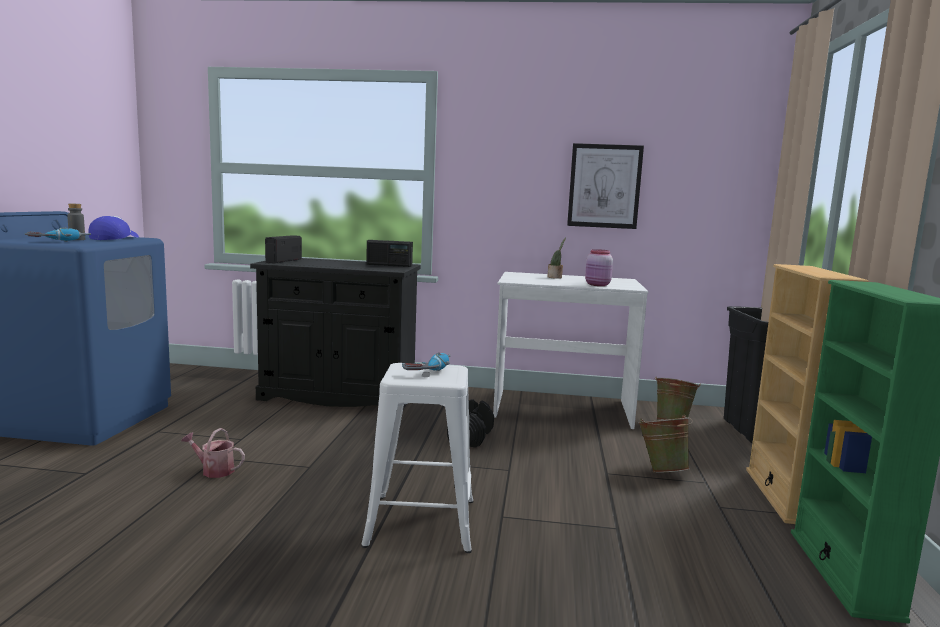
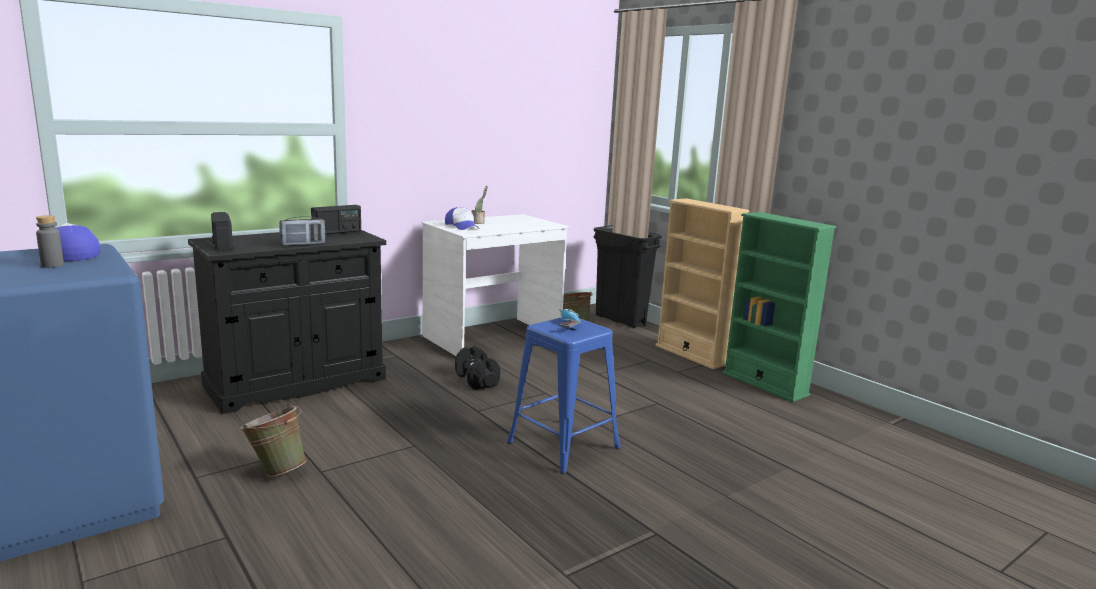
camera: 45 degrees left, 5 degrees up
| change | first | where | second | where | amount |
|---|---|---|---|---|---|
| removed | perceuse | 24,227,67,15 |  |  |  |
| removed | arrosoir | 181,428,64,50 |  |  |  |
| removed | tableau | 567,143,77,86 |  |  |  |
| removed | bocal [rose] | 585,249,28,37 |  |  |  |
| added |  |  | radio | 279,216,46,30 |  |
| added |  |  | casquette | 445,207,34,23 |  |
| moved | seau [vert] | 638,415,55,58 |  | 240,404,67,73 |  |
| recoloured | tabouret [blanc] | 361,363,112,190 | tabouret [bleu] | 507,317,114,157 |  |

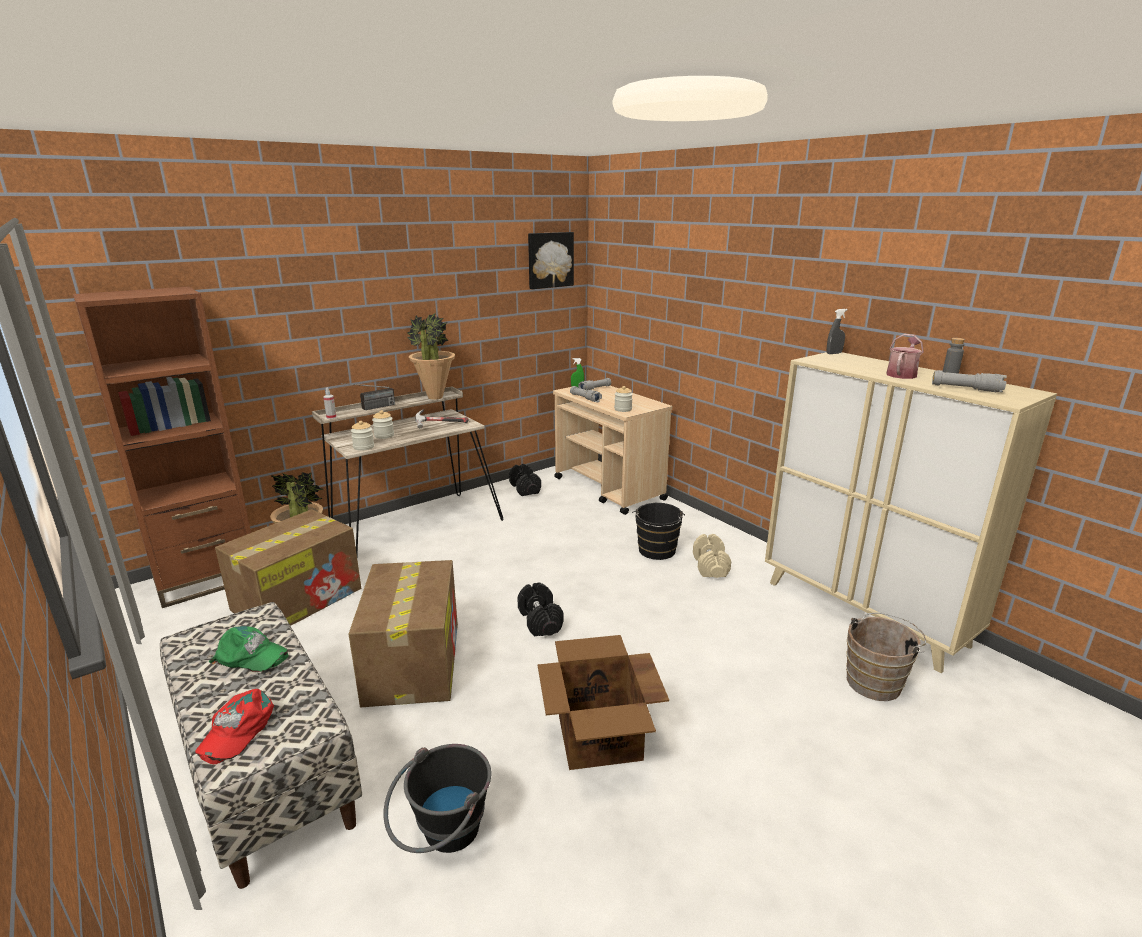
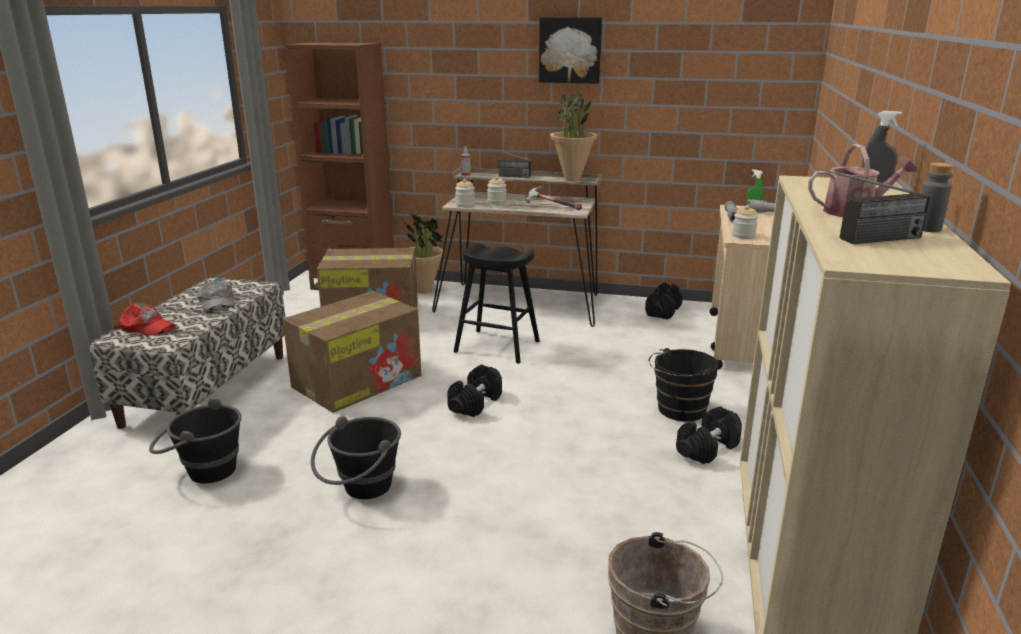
camera: 50 degrees right, 0 degrees up
| change | first | where | second | where | amount |
|---|---|---|---|---|---|
| added |  |  | tabouret [noir] | 454,243,86,121 |  |
| moved | tableau | 528,232,46,57 |  | 539,17,63,67 |  |
| replaced | carton | 538,635,131,135 | seau [noir] | 311,416,90,83 |  |
| replaced | lampe de poche [gris] | 932,370,75,22 | radio | 813,167,117,77 |  |
| recoloured | casquette [vert] | 208,626,81,46 | casquette [gris] | 197,278,38,33 |  |
| recoloured | haltère [beige] | 693,534,38,44 | haltère [noir] | 676,406,66,58 |  |
| turned | casquette [rouge] | 195,689,79,75 |  | 114,303,62,33 | 135 degrees counterclockwise |

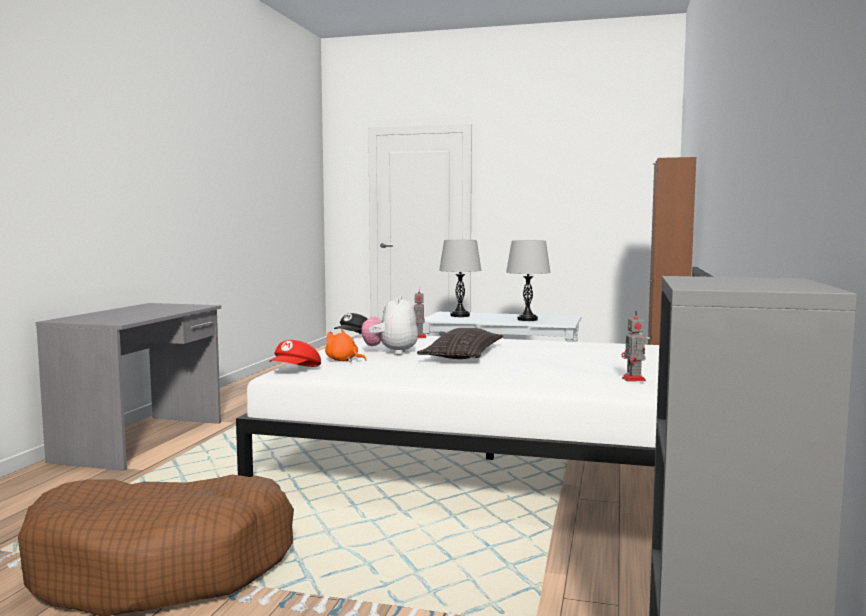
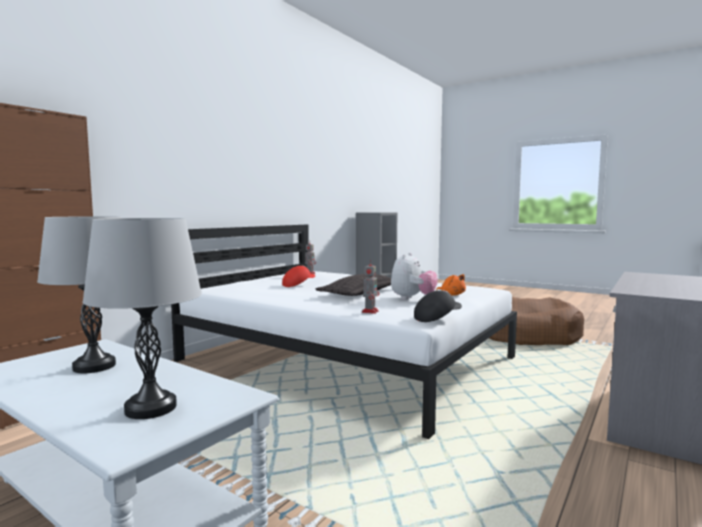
camera: 160 degrees left, 0 degrees up
| change | first | where | second | where | amount |
|---|---|---|---|---|---|
| moved | casquette [rouge] | 269,340,52,27 |  | 282,265,33,22 |  |

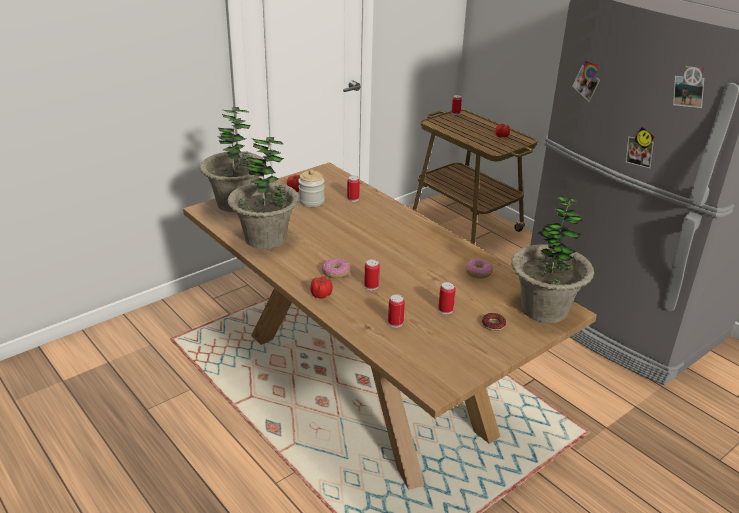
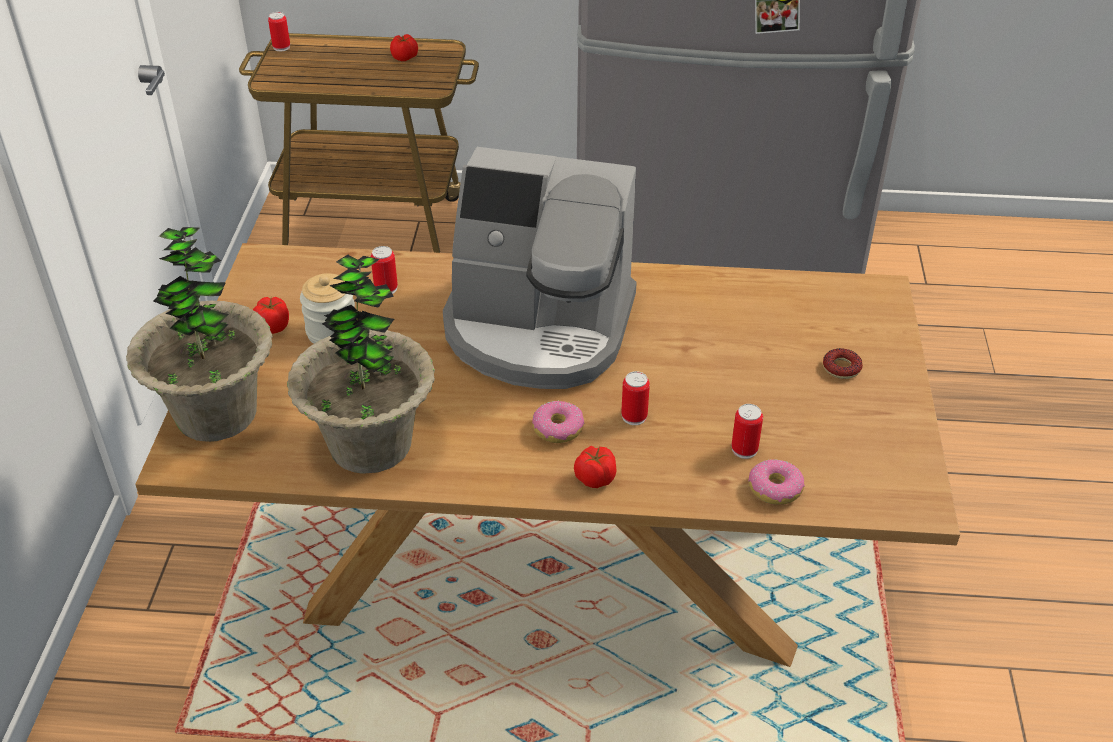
camera: 45 degrees left, 10 degrees up
| change | first | where | second | where | amount |
|---|---|---|---|---|---|
| removed | boîte métallique | 438,282,18,32 |  |  |  |
| removed | plante en pot | 511,195,83,128 |  |  |  |
| added |  |  | machine à café | 443,147,194,242 |  |
| moved | beignet | 465,258,28,21 |  | 748,459,57,46 |  |

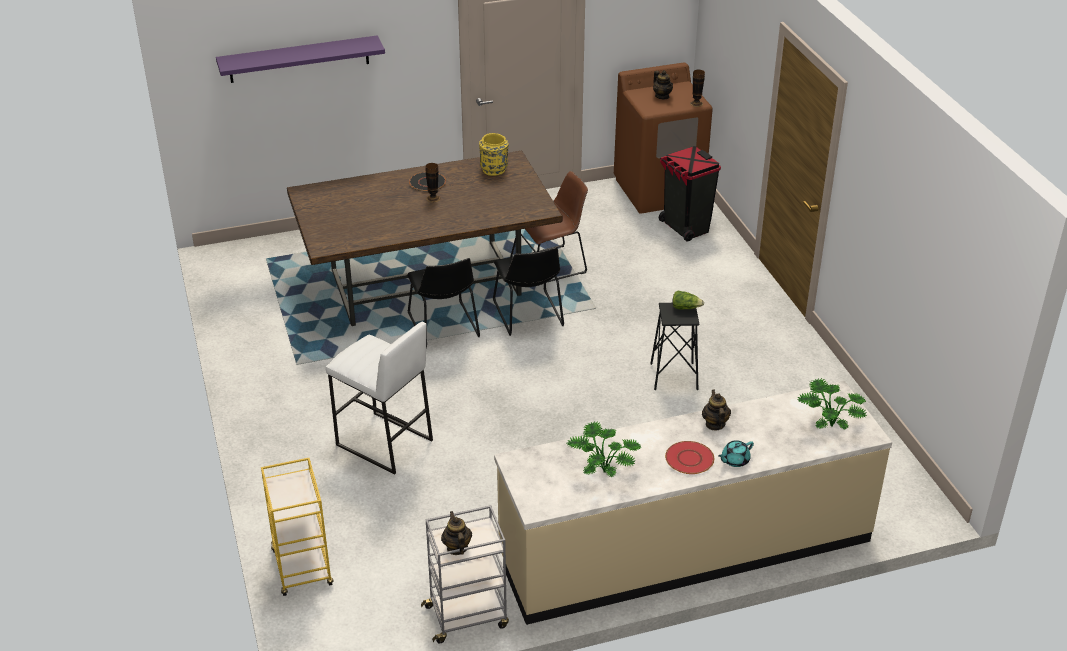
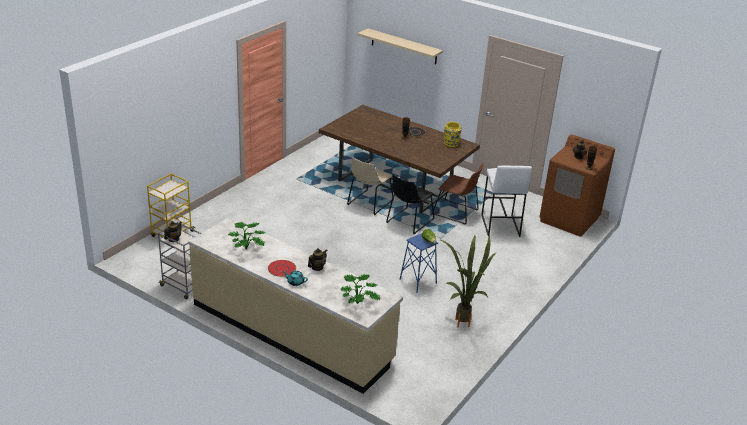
camera: 50 degrees right, 5 degrees down
| change | first | where | second | where | amount |
|---|---|---|---|---|---|
| removed | poubelle [noir] | 659,146,62,96 |  |  |  |
| added |  |  | plante en pot | 439,234,57,93 |  |
| moved | tabouret [blanc] | 325,322,108,153 |  | 481,166,51,71 |  |
| recoloured | étagère [violet] | 216,35,169,48 | étagère [beige] | 358,28,85,36 |  |
| recoloured | chaise [noir] | 407,258,73,90 | chaise [beige] | 347,157,47,58 |  |
| recoloured | tabouret [noir] | 650,303,49,87 | tabouret [bleu] | 399,233,39,60 |  |

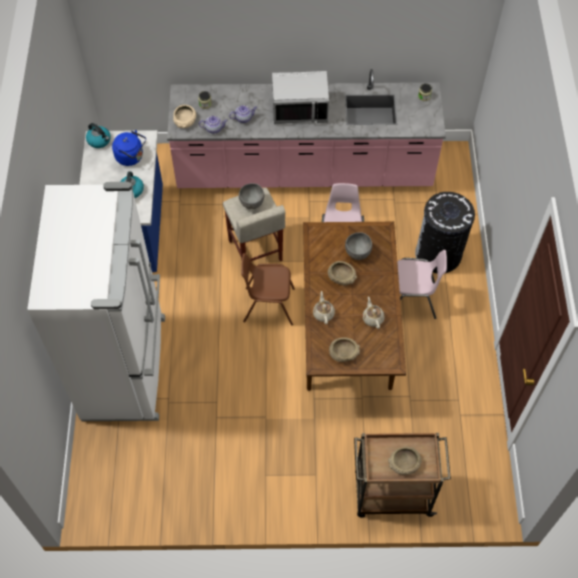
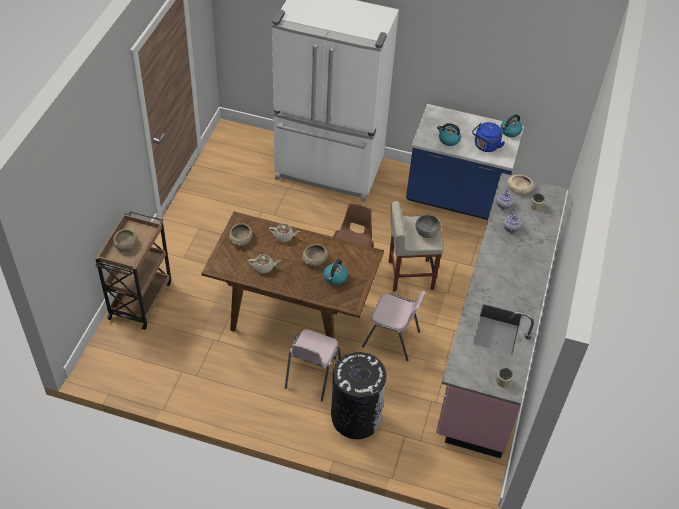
camera: 105 degrees right, 10 degrees down
| change | first | where | second | where | amount |
|---|---|---|---|---|---|
| removed | micro-ondes [gris] | 272,71,57,54 |  |  |  |
| replaced | bol [gris] | 345,232,27,28 | bouilloire | 323,259,25,26 |  |

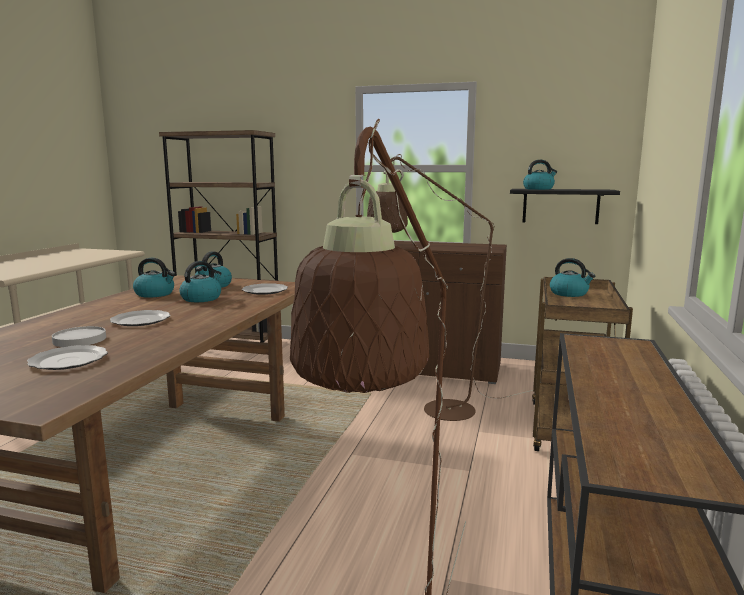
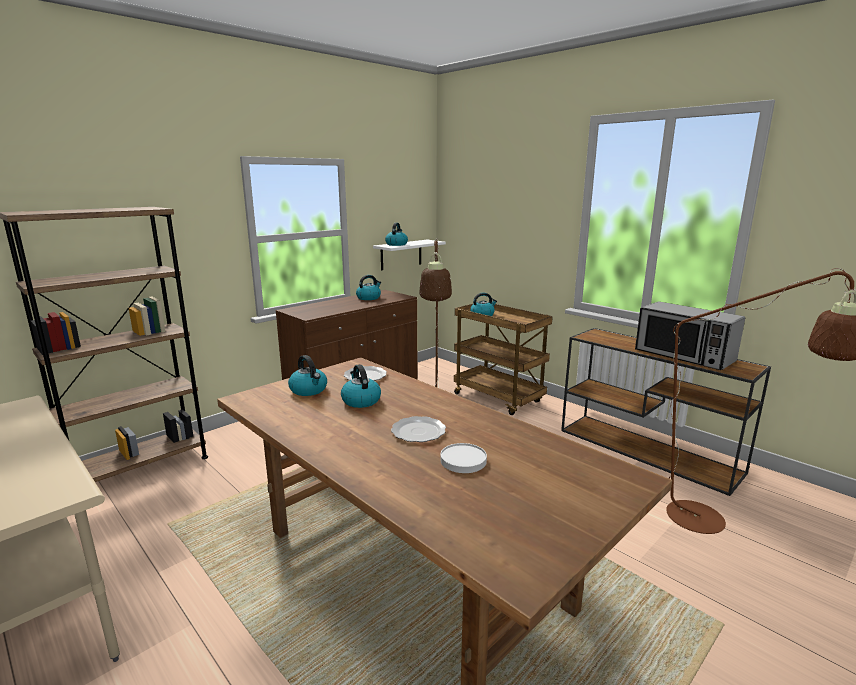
camera: 60 degrees left, 5 degrees up
| change | first | where | second | where | amount |
|---|---|---|---|---|---|
| removed | assiette | 27,345,81,25 |  |  |  |
| added |  |  | micro-ondes | 635,302,110,68 |  |
| moved | bouilloire | 133,258,42,40 |  | 356,275,25,25 |  |
| recoloured | étagère [noir] | 510,189,110,35 | étagère [blanc] | 373,240,73,30 |  |

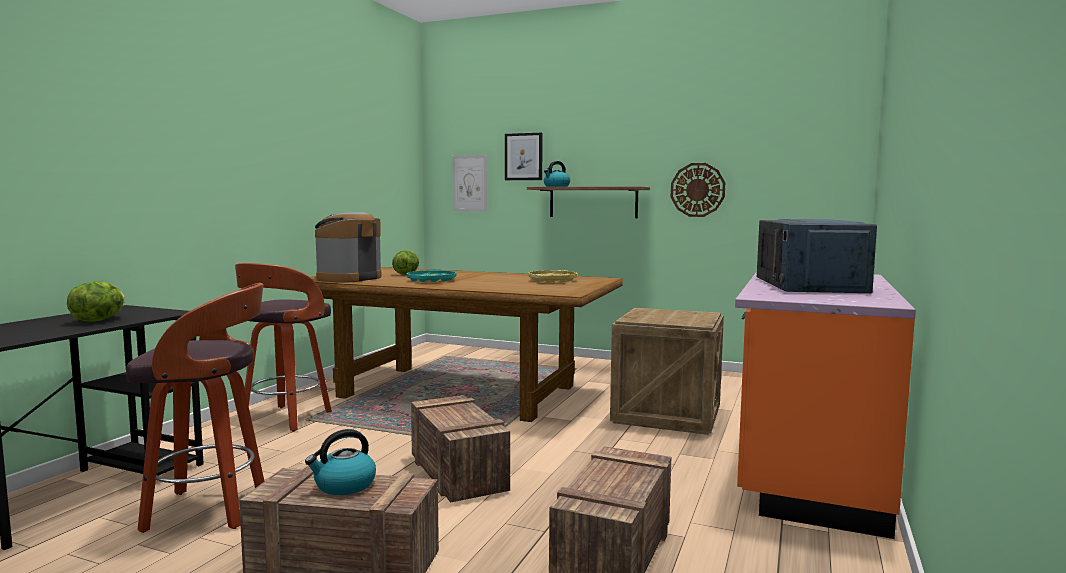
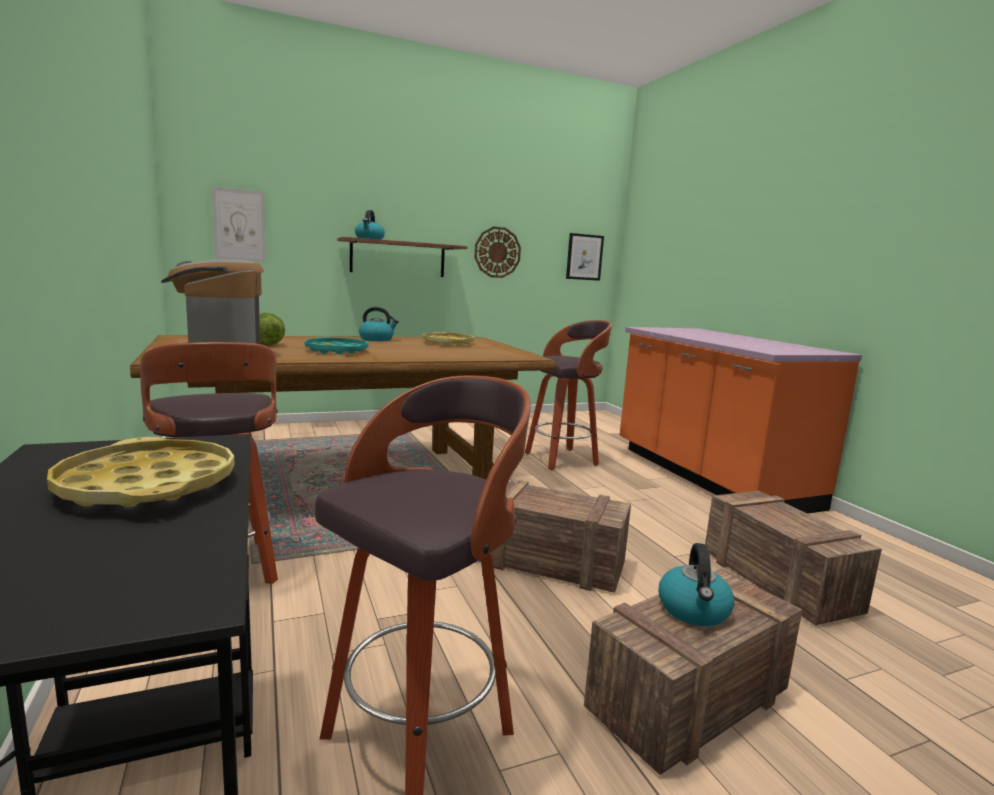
camera: 45 degrees left, 5 degrees up
| change | first | where | second | where | amount |
|---|---|---|---|---|---|
| removed | micro-ondes [bleu] | 757,219,120,74 |  |  |  |
| added |  |  | bouilloire | 359,307,40,34 |  |
| moved | tableau | 505,133,38,47 |  | 566,233,38,48 |  |
| replaced | laitue | 67,281,58,41 | plateau [jaune] | 47,437,188,70 |  |
| replaced | caisse | 610,308,114,127 | tabouret | 525,320,87,150 |  |

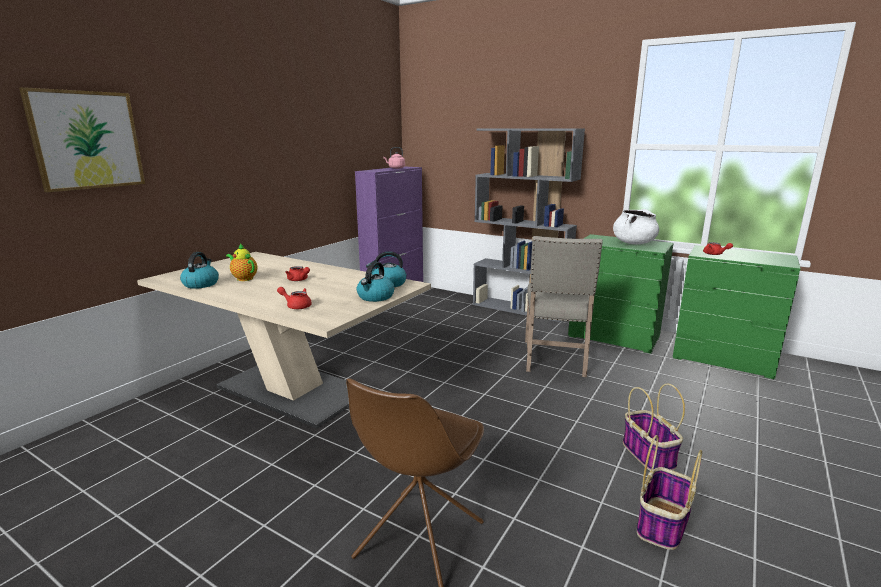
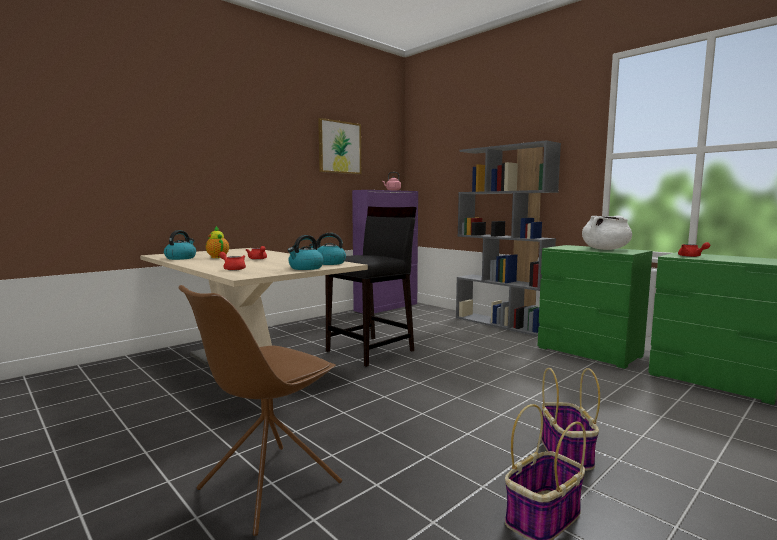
camera: 15 degrees right, 10 degrees down
| change | first | where | second | where | amount |
|---|---|---|---|---|---|
| removed | chaise [beige] | 525,236,78,141 |  |  |  |
| added |  |  | tabouret [noir] | 326,206,91,161 |  |
| moved | tableau | 19,87,126,106 |  | 318,118,43,56 |  |

